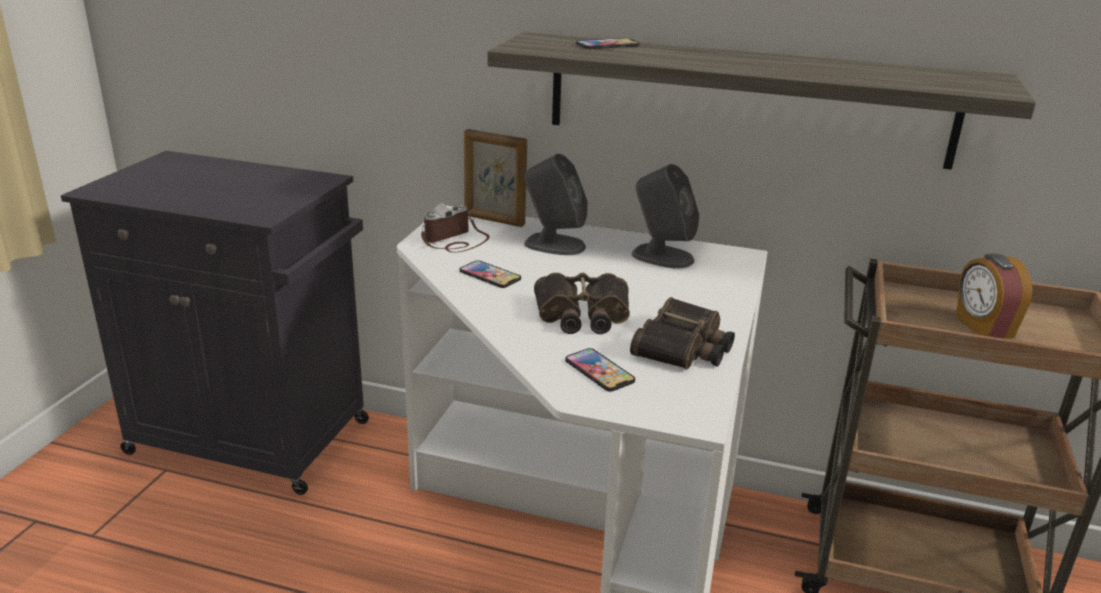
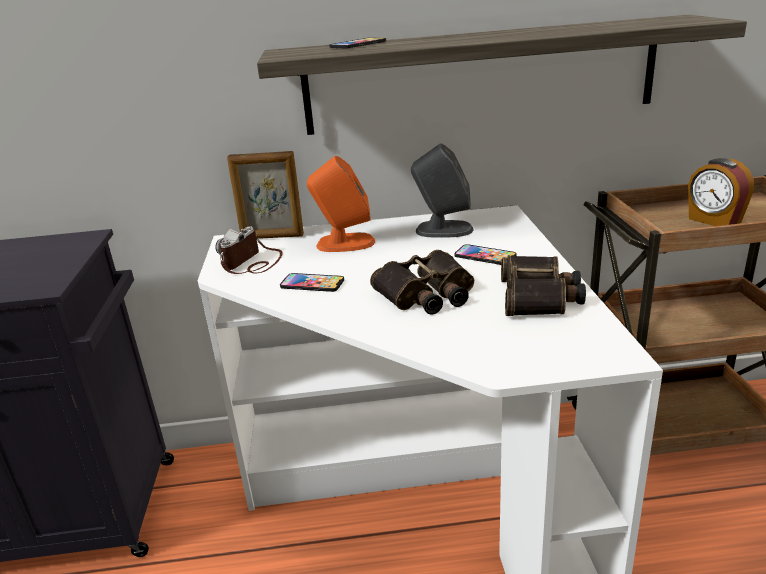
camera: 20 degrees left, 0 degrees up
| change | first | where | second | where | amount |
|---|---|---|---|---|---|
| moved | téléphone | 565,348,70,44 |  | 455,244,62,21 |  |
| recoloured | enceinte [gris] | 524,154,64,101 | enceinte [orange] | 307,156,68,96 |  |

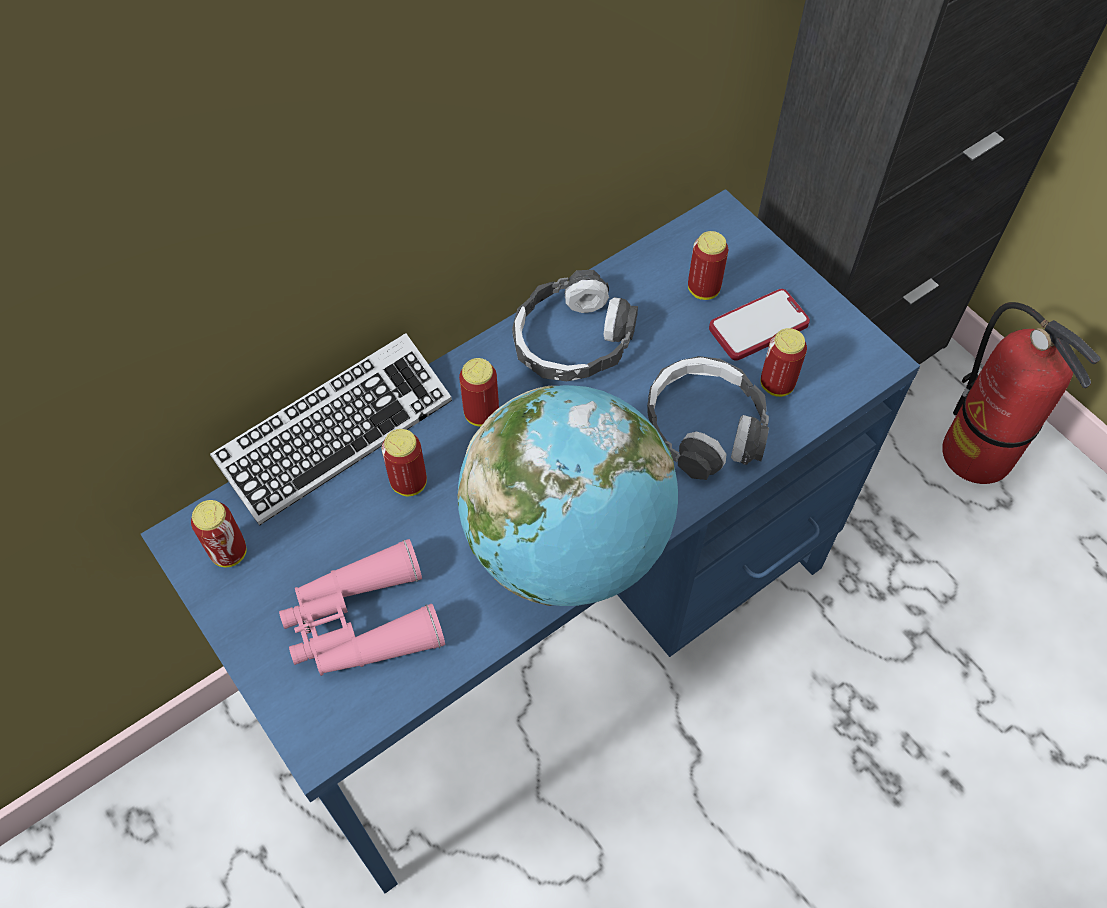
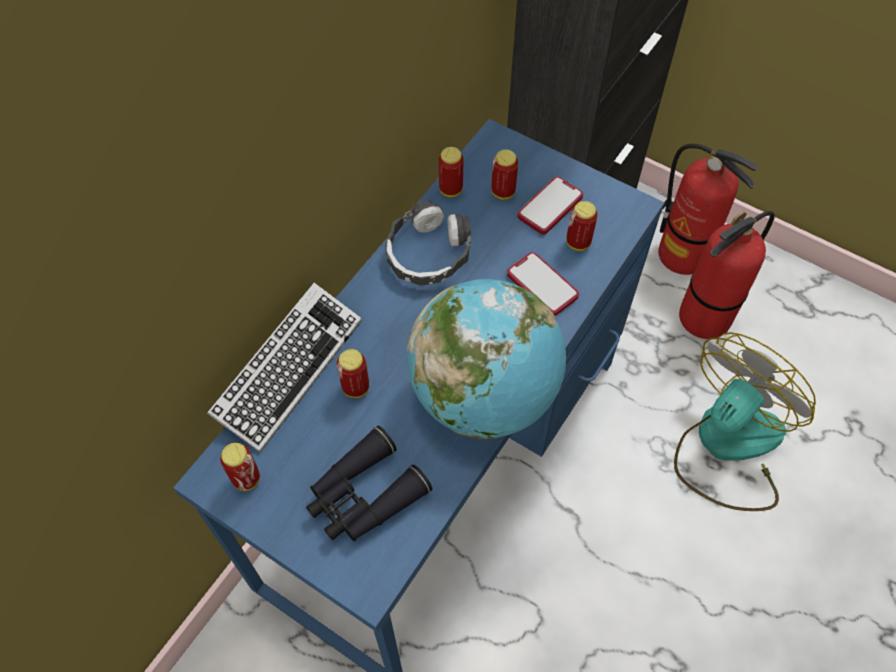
camera: 20 degrees left, 0 degrees up
| change | first | where | second | where | amount |
|---|---|---|---|---|---|
| added |  |  | ventilateur | 674,332,142,179 |  |
| added |  |  | extincteur | 679,211,96,128 |  |
| moved | boîte métallique | 459,358,40,69 |  | 439,147,25,50 |  |
| replaced | casque audio | 647,356,122,124 | téléphone | 507,252,72,64 |  |
| recoloured | jumelles [rose] | 279,539,166,137 | jumelles [noir] | 306,426,126,115 |  |

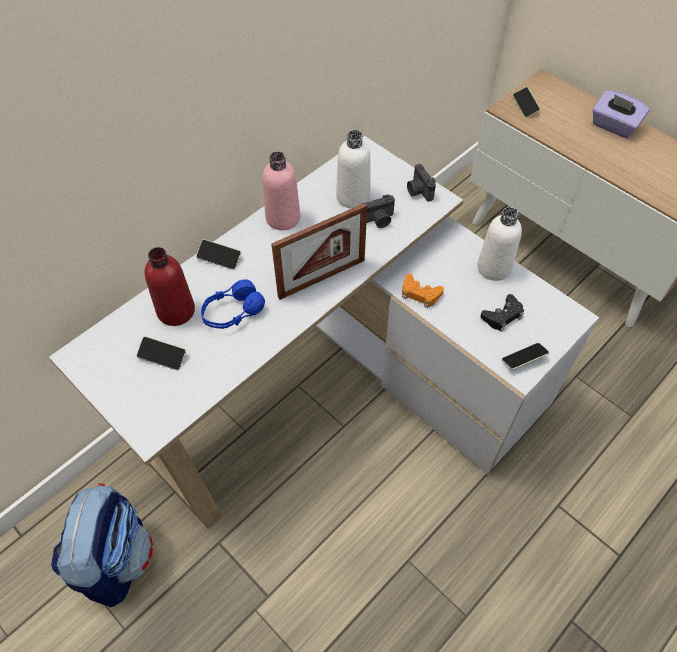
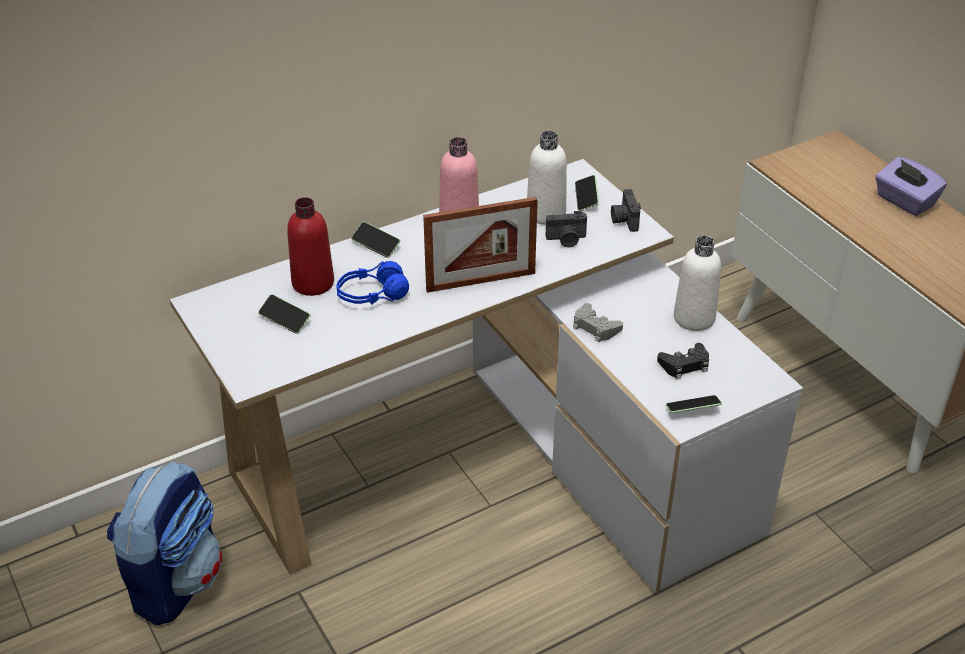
camera: 15 degrees right, 15 degrees down
| change | first | where | second | where | amount |
|---|---|---|---|---|---|
| moved | téléphone | 513,87,27,30 |  | 575,175,24,36 |  |
| recoloured | manette [orange] | 402,274,42,34 | manette [gris] | 573,303,50,39 |  |

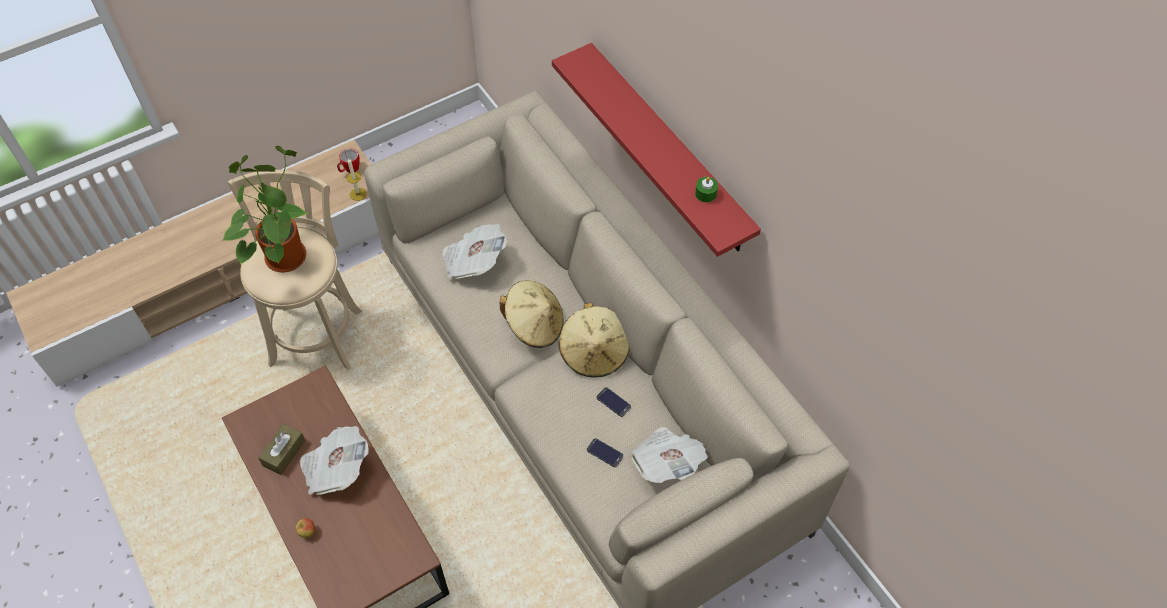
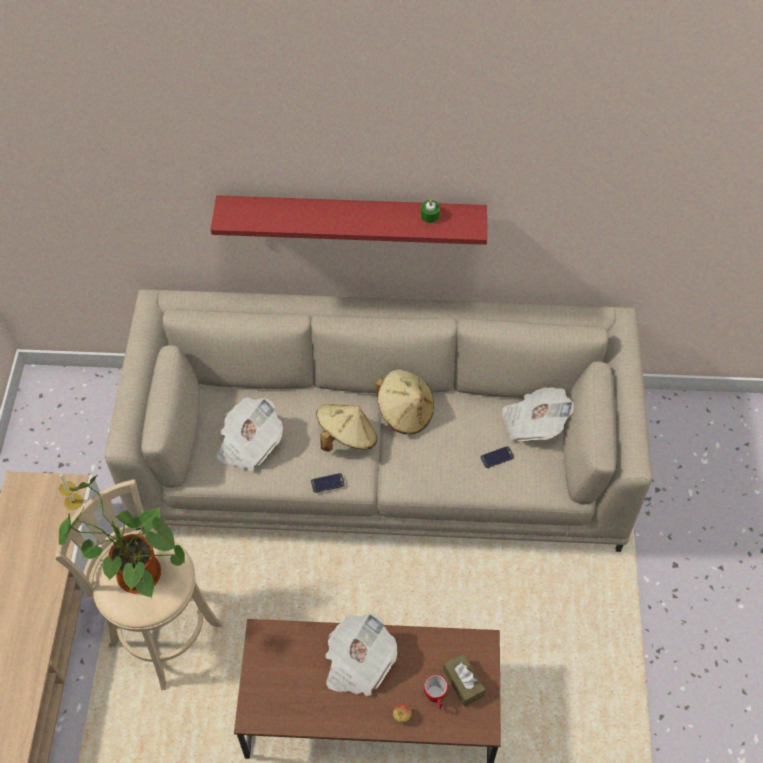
camera: 55 degrees left, 0 degrees up
| change | first | where | second | where | amount |
|---|---|---|---|---|---|
| moved | boîte à mouchoirs [marron] | 258,424,47,51 |  | 443,653,43,54 |  |
| moved | mug | 337,148,23,25 |  | 424,675,24,34 |  |
| moved | téléphone | 596,387,35,30 |  | 311,473,34,20 |  |

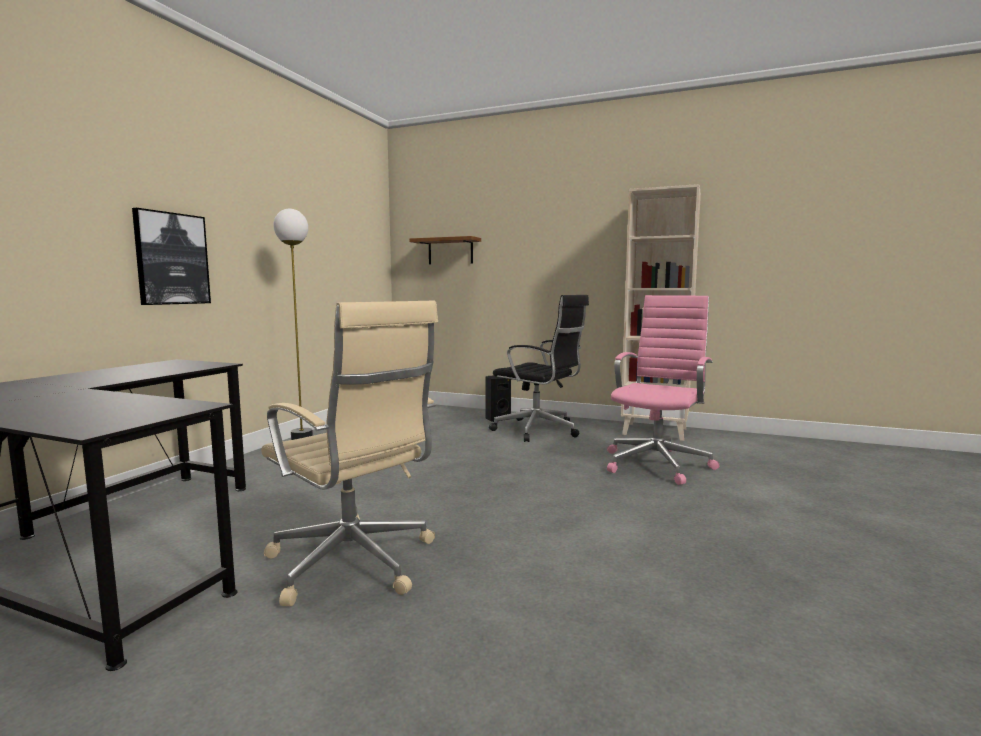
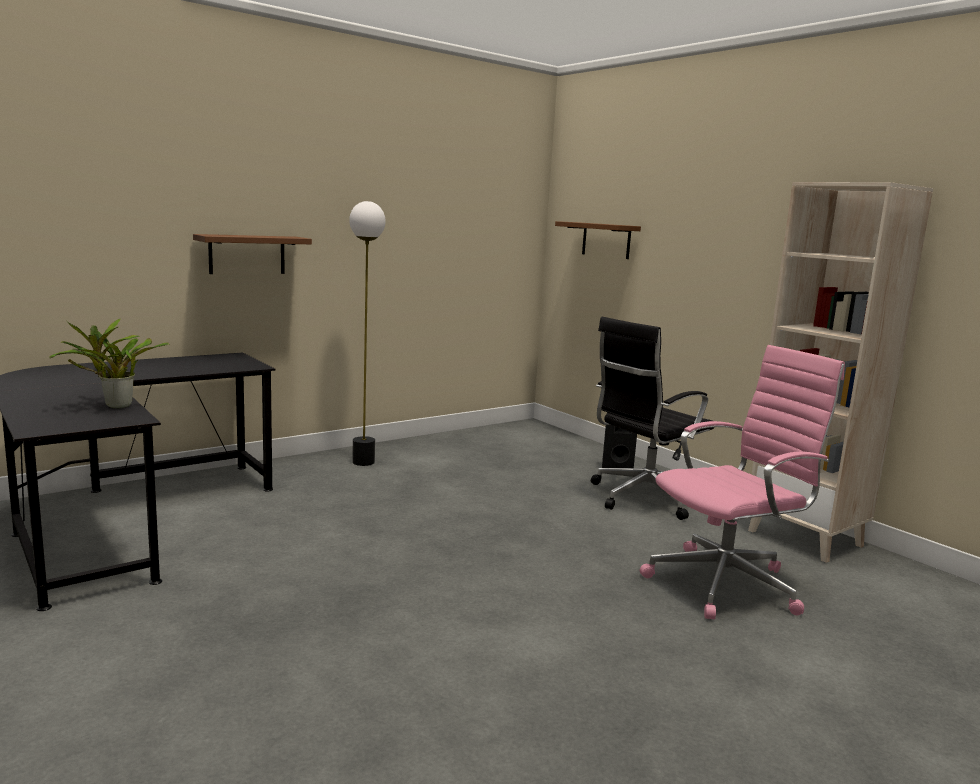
camera: 30 degrees right, 5 degrees up
| change | first | where | second | where | amount |
|---|---|---|---|---|---|
| removed | chaise de bureau [beige] | 261,301,177,305 |  |  |  |
| added |  |  | plante en pot | 49,319,120,90 |  |
| replaced | tableau | 132,208,79,97 | étagère [marron] | 193,234,119,40 |  |
| turned | chaise de bureau [noir] | 489,295,100,147 |  | 591,317,124,203 | 75 degrees clockwise |

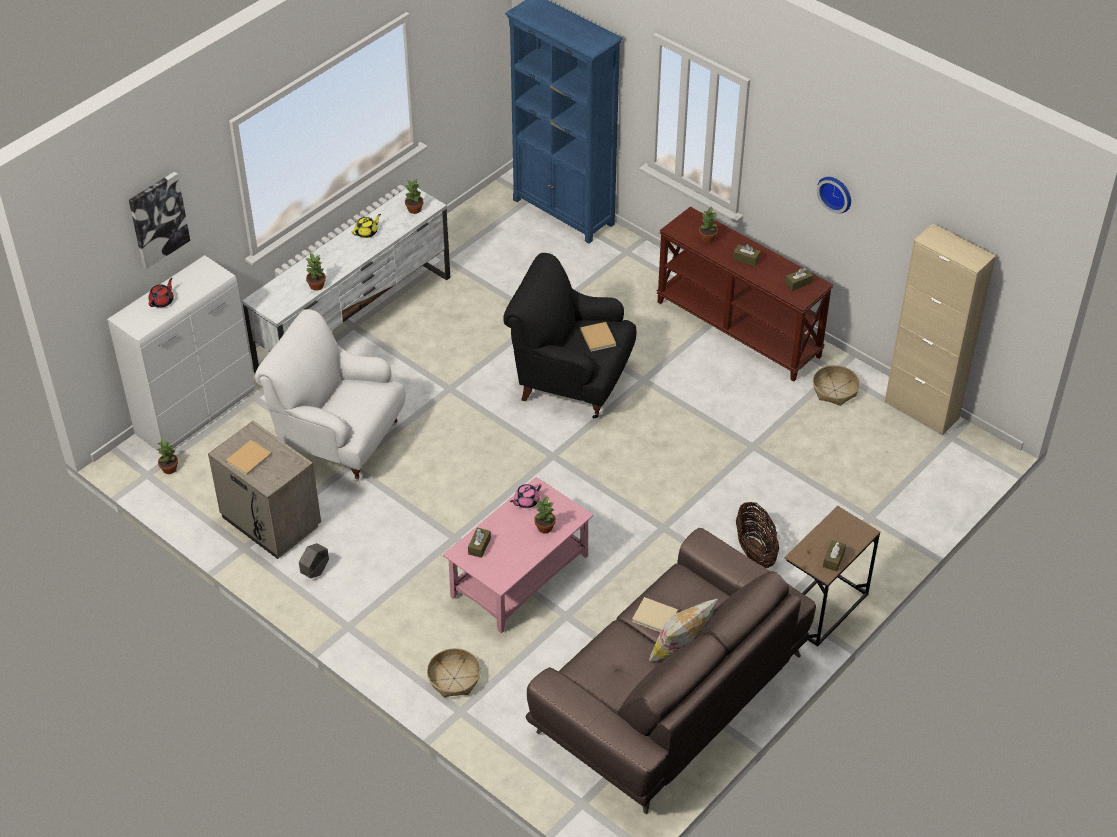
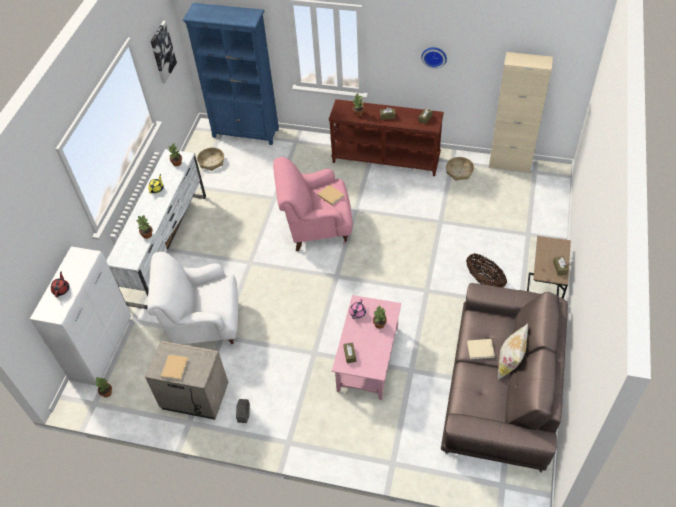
camera: 25 degrees left, 5 degrees up
| change | first | where | second | where | amount |
|---|---|---|---|---|---|
| moved | tableau | 129,172,61,97 |  | 151,21,26,62 |  |
| moved | panier | 427,648,54,49 |  | 197,148,27,23 |  |
| recoloured | fauteuil [noir] | 503,253,133,165 | fauteuil [rose] | 273,157,80,94 |  |

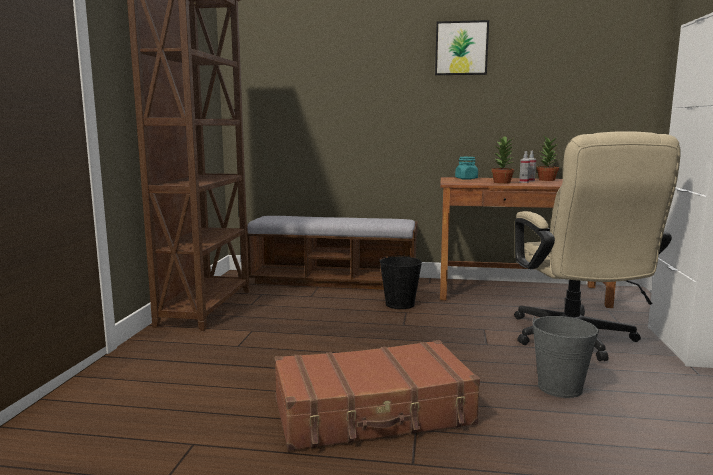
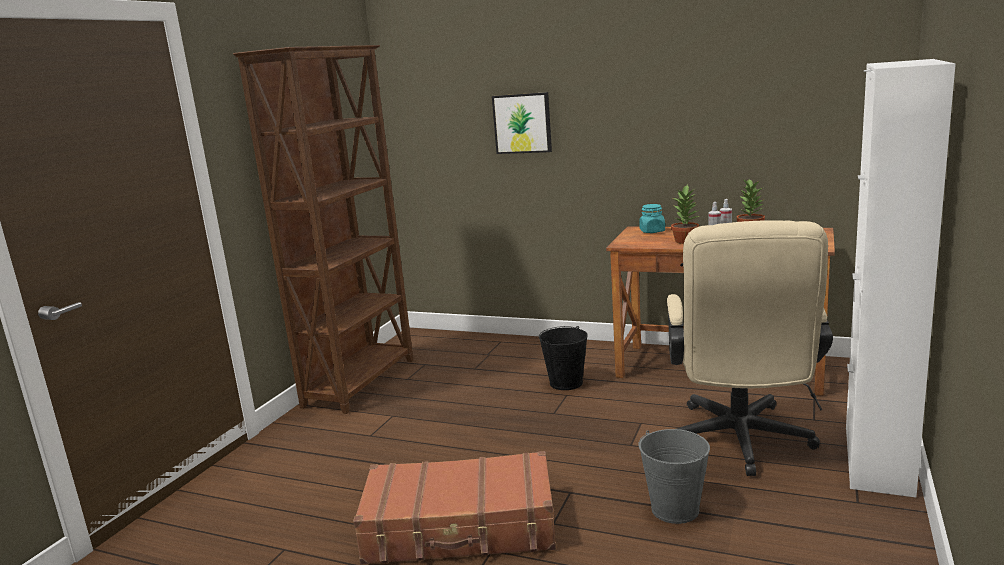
camera: 15 degrees right, 5 degrees up
| change | first | where | second | where | amount |
|---|---|---|---|---|---|
| removed | banc | 247,216,171,74 |  |  |  |
| moved | tableau | 435,20,54,55 |  | 492,92,60,62 |  |

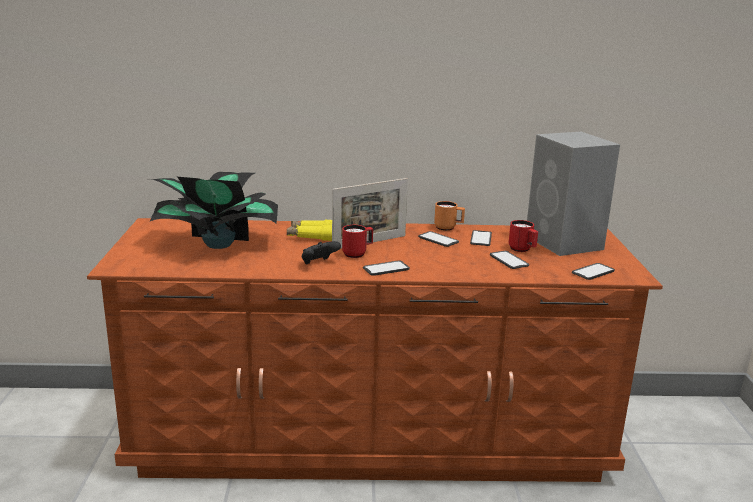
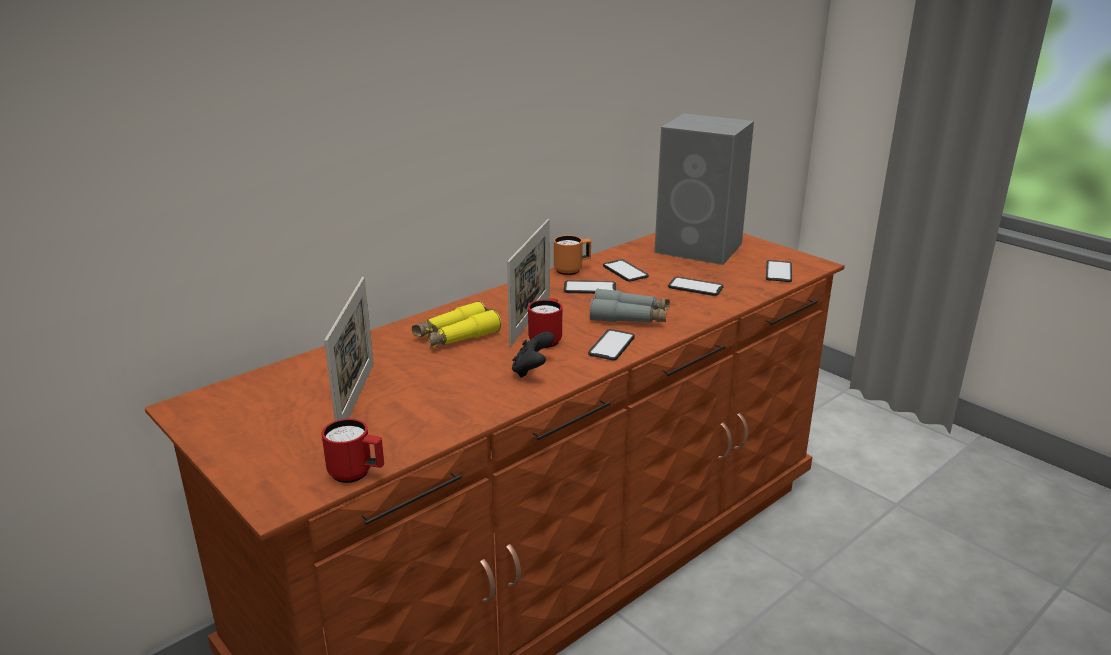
camera: 40 degrees left, 5 degrees up
| change | first | where | second | where | amount |
|---|---|---|---|---|---|
| added |  |  | jumelles [gris] | 590,288,80,34 |  |
| moved | mug [rouge] | 509,220,29,32 |  | 322,419,62,64 |  |
| replaced | plante en pot | 146,172,132,77 | cadre photo | 324,277,50,144 |  |

